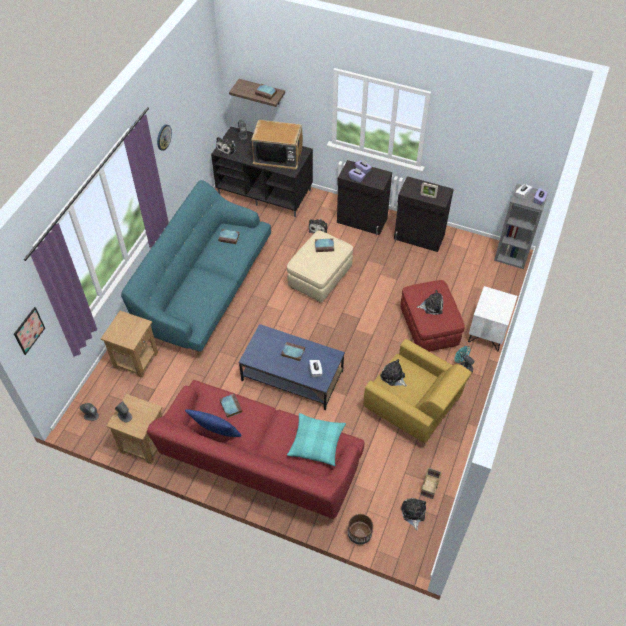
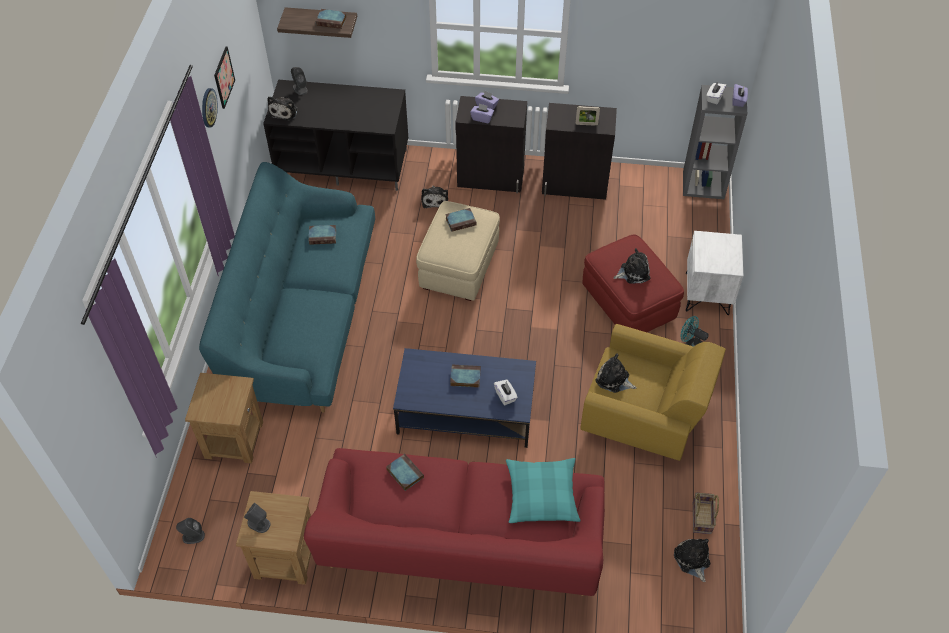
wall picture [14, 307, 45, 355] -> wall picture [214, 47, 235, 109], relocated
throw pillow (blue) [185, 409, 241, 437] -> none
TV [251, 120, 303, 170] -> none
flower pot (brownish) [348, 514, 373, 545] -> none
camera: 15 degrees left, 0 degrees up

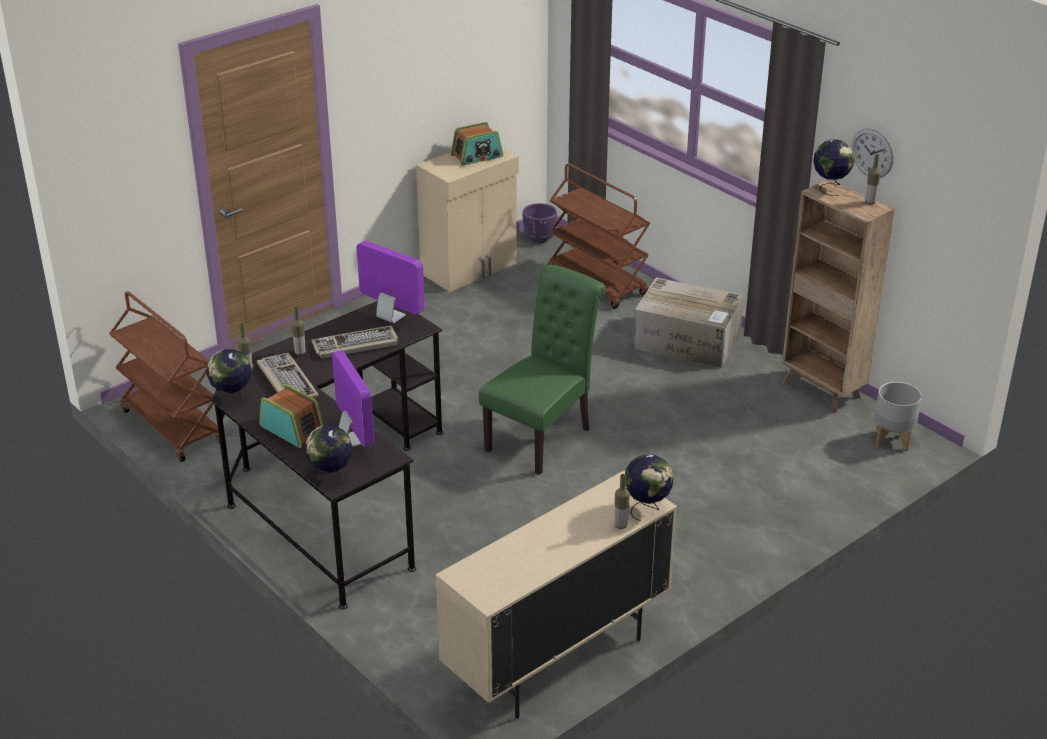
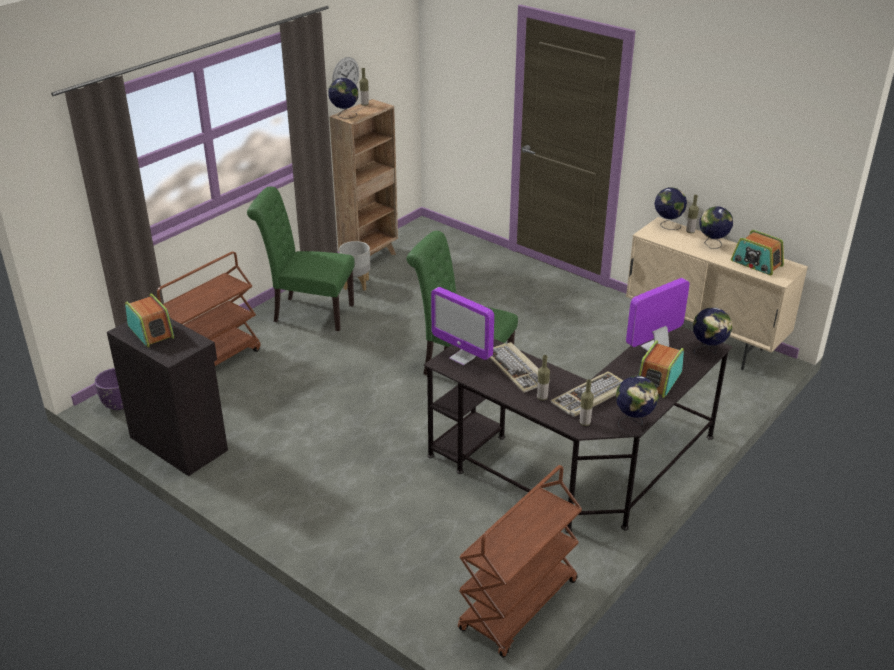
computer screen [357, 241, 425, 323] -> computer screen [431, 287, 494, 365], 75 degrees counterclockwise
cabinet (beige) [416, 148, 519, 292] -> cabinet (black) [107, 318, 228, 476]
carton [633, 277, 744, 368] -> chair (greenish) [247, 186, 355, 331]
flower pot (grey) [875, 382, 922, 452] -> flower pot (grey) [339, 241, 371, 291], relocated
none -> globe [700, 206, 733, 249]
none -> radio [731, 230, 784, 275]
camera: 100 degrees left, 0 degrees up

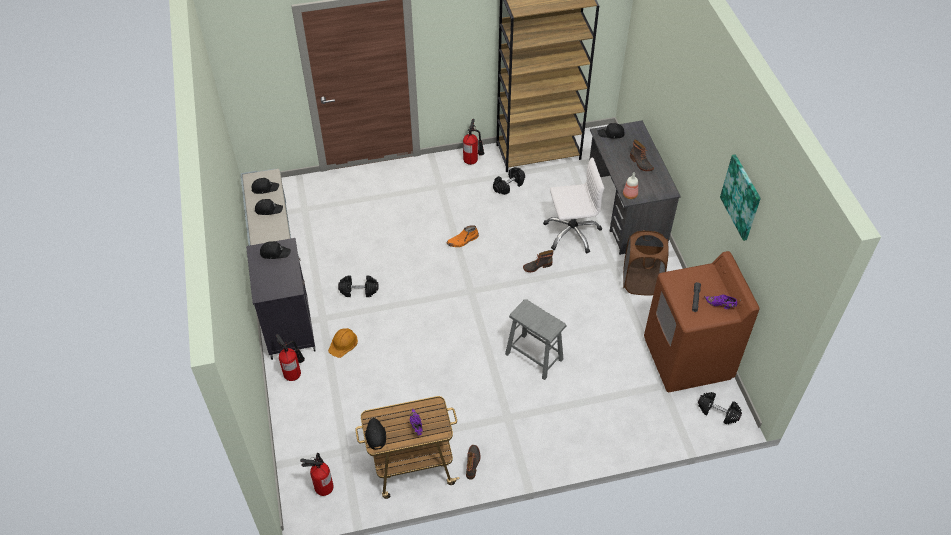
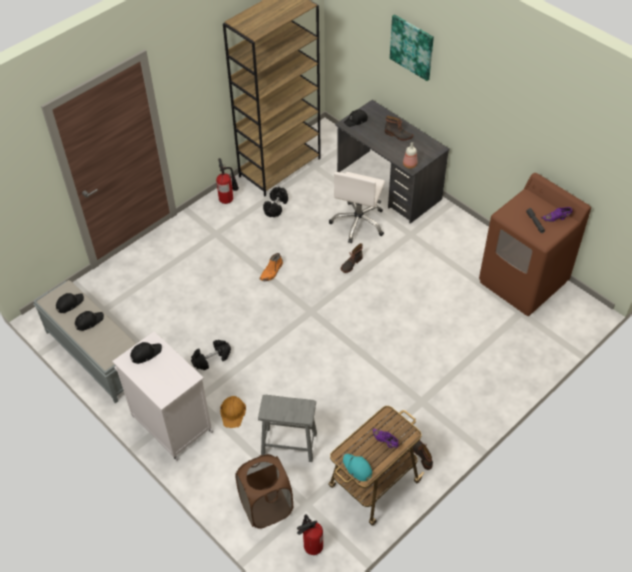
cabinet (black) [246, 238, 316, 360] -> cabinet (white) [112, 331, 213, 461]
fire-fighting cylinder [276, 334, 305, 381] -> none
baseball cap (black) [365, 418, 386, 450] -> baseball cap (turquoise) [343, 454, 372, 481]
stool seat (grey) [505, 299, 566, 380] -> stool seat (grey) [258, 395, 317, 462], relocated
computer chair (white) [543, 158, 604, 254] -> computer chair (white) [329, 172, 385, 244], 150 degrees clockwise
laundry basket (brownish) [623, 230, 668, 296] -> laundry basket (brownish) [235, 454, 293, 529], relocated
free weight (black) [698, 392, 742, 424] -> none
wall picture [720, 154, 761, 241] -> wall picture [390, 14, 434, 81], relocated
camera: 30 degrees left, 0 degrees up

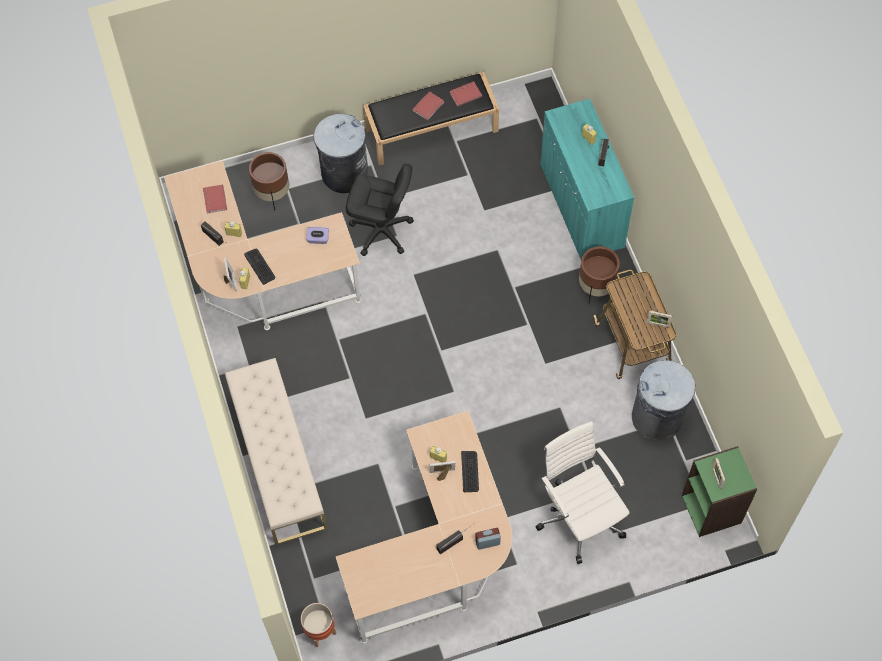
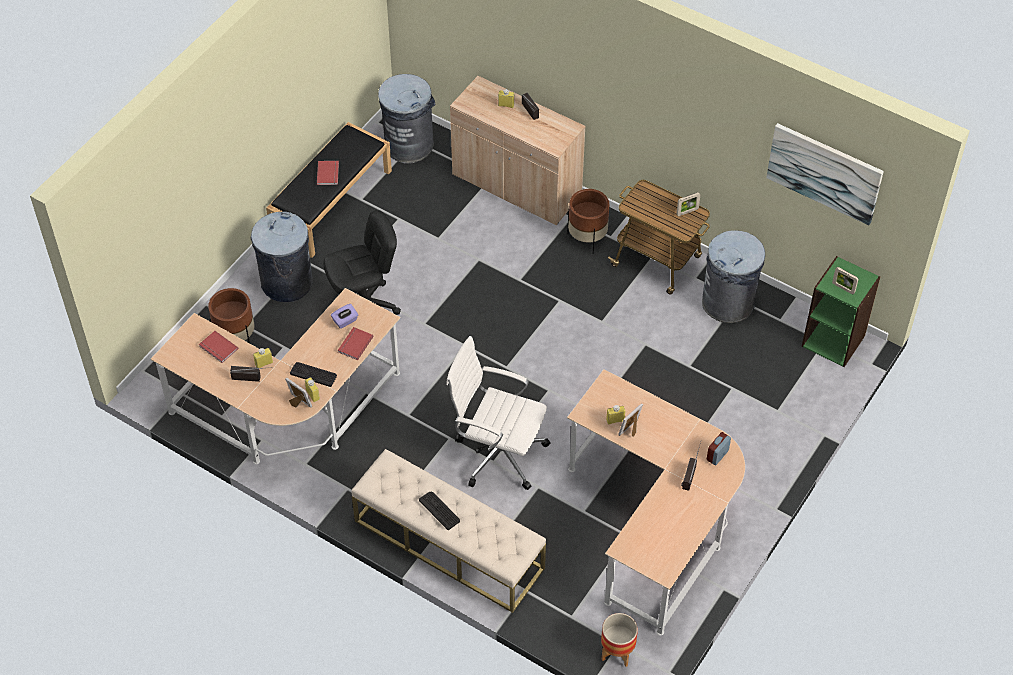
bound book (reddish) [450, 81, 482, 107] -> bound book (reddish) [338, 327, 374, 360], relocated
PC keyboard [461, 451, 479, 492] -> PC keyboard [419, 492, 460, 530], relocated
computer chair (white) [536, 421, 629, 564] -> computer chair (white) [446, 336, 551, 490], relocated
cabinet (turquoise) [540, 99, 634, 259] -> cabinet (beige) [450, 76, 586, 225]
none -> rubbish bin (grey) [378, 74, 436, 164]
none -> wall picture [766, 123, 884, 225]
camera: 40 degrees left, 10 degrees down

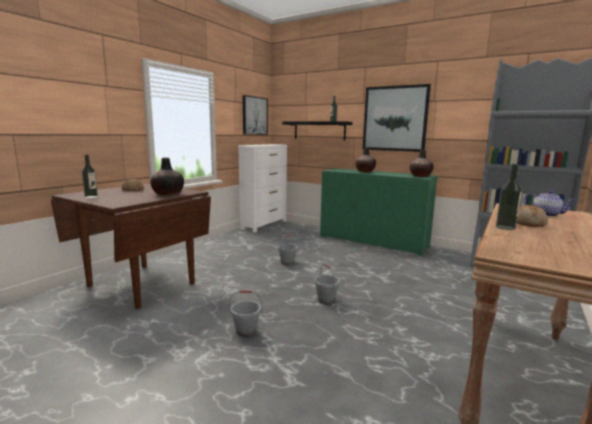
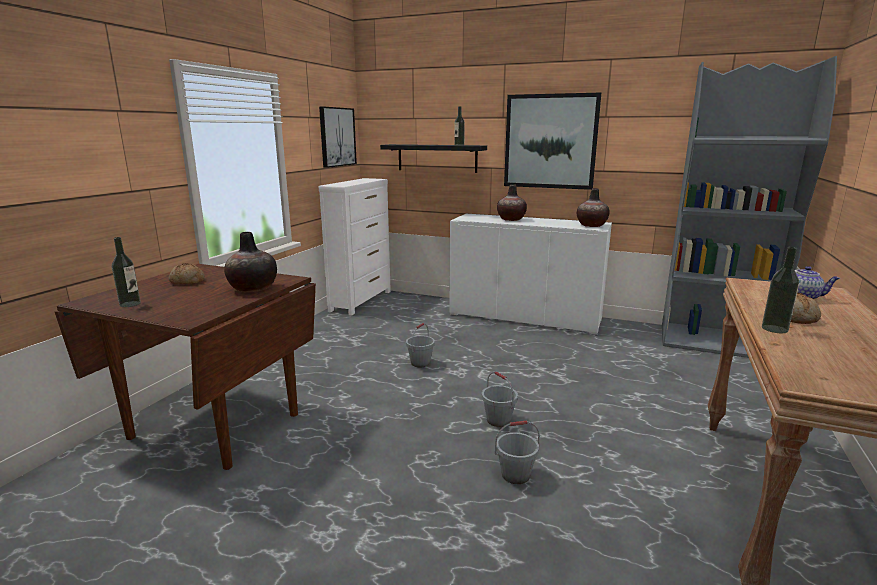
water bucket (grey) [229, 290, 263, 337] -> water bucket (grey) [495, 420, 540, 484], relocated
cabinet (greenish) [320, 168, 438, 256] -> cabinet (white) [449, 214, 612, 335]
camera: 10 degrees left, 5 degrees up

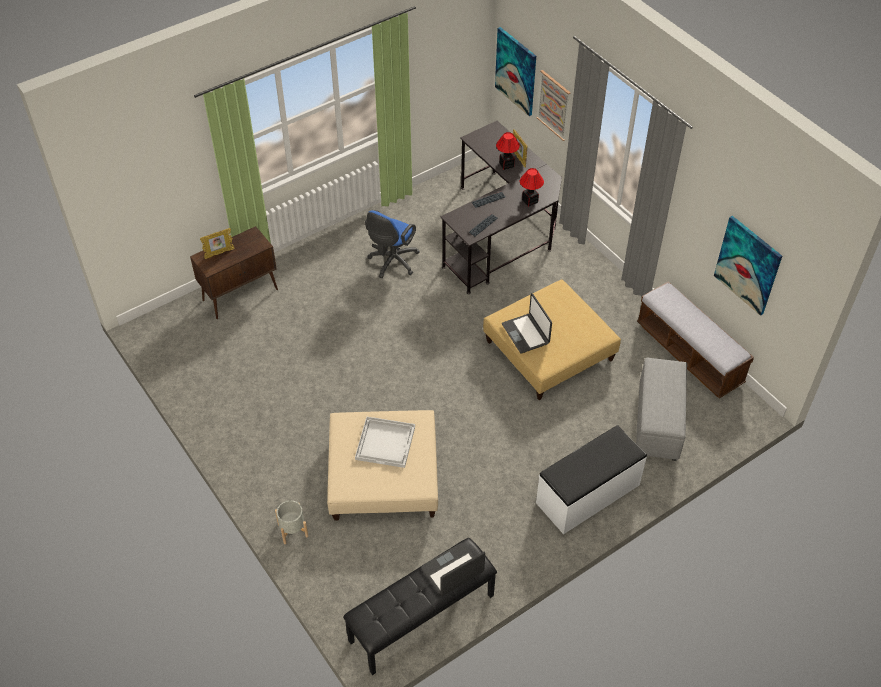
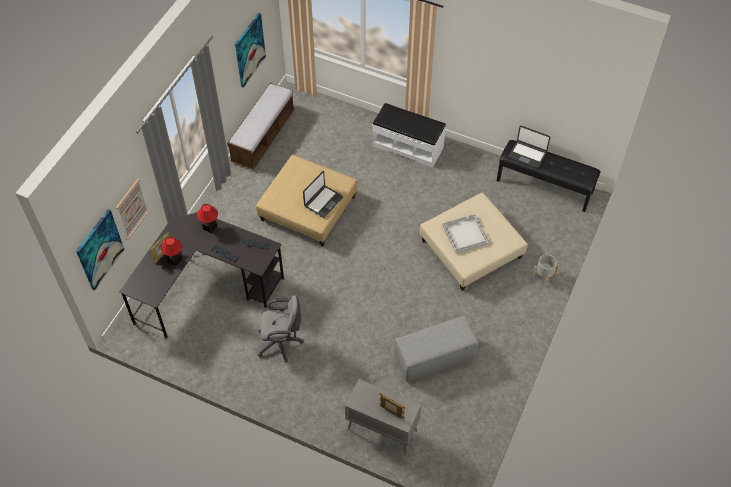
cabinet (brownish) [190, 226, 278, 319] -> cabinet (grey) [345, 379, 422, 455]
computer chair (blue) [365, 210, 420, 278] -> computer chair (grey) [257, 295, 304, 363]
footrest (grey) [636, 358, 687, 461] -> footrest (grey) [394, 316, 478, 382], relocated
camera: 120 degrees left, 5 degrees up

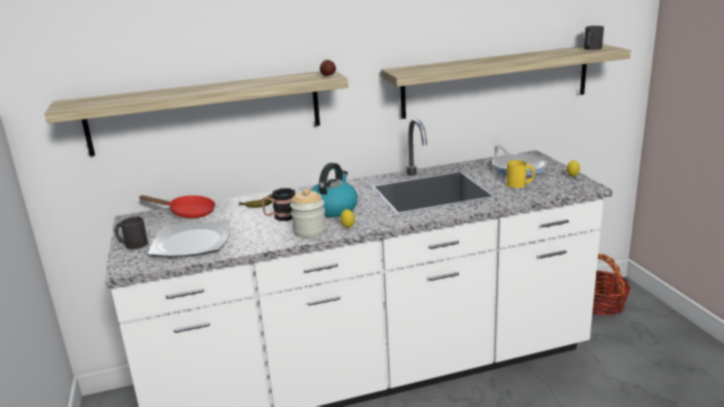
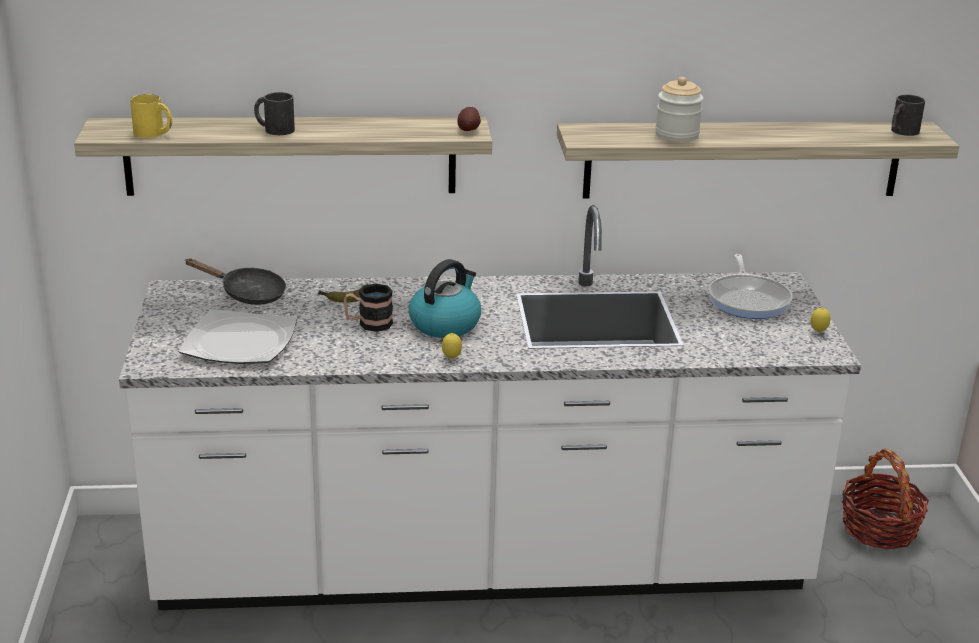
mug (black) [115, 216, 148, 249] -> mug (black) [254, 92, 295, 135], relocated
pan (reddish) [139, 195, 215, 218] -> pan (black) [185, 258, 286, 305]
preserve jar [290, 189, 326, 238] -> preserve jar [655, 77, 703, 142], relocated
mug (yellowish) [507, 160, 535, 188] -> mug (yellowish) [130, 94, 172, 138], relocated
camera: 10 degrees right, 5 degrees up

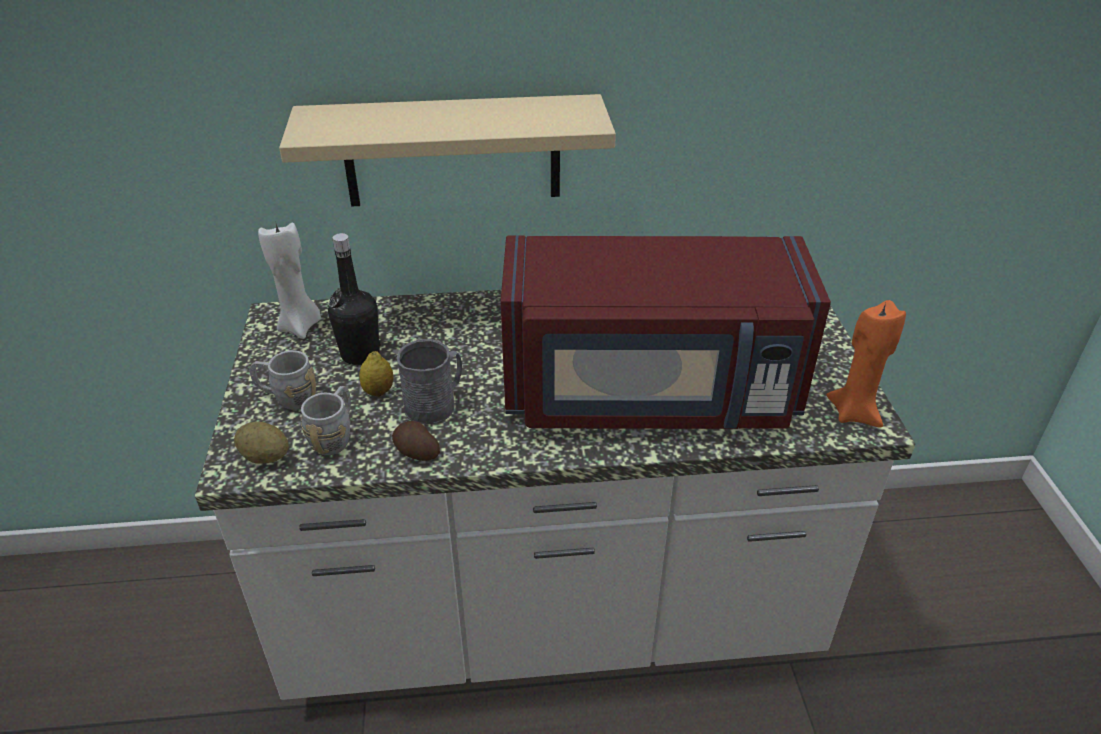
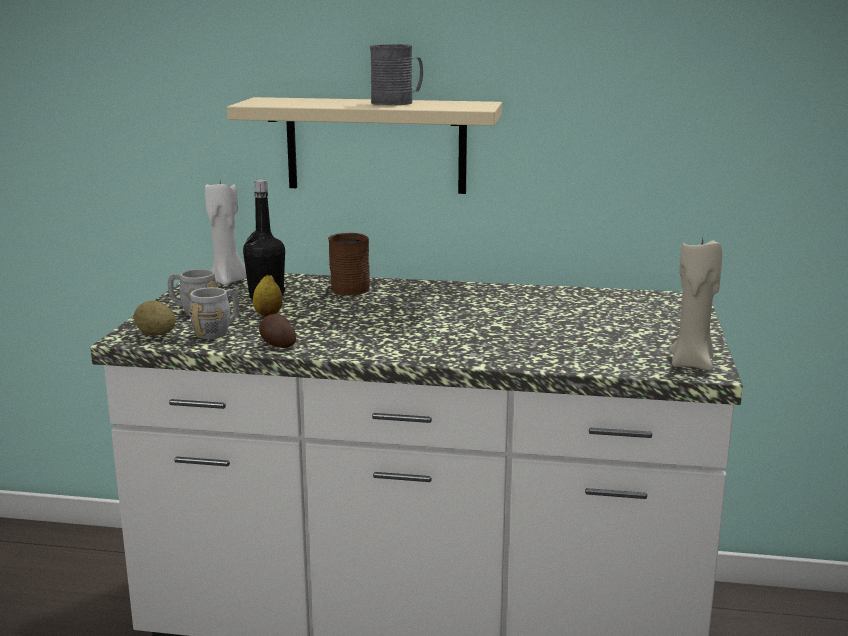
mug (grey) [397, 339, 462, 424] -> mug (grey) [370, 44, 423, 106], relocated
microwave (reddish) [501, 236, 831, 429] -> none
wax candle (orange) [826, 300, 906, 428] -> wax candle (beige) [669, 238, 722, 371]
none -> mug (brownish) [328, 233, 370, 296]
camera: 15 degrees right, 20 degrees down

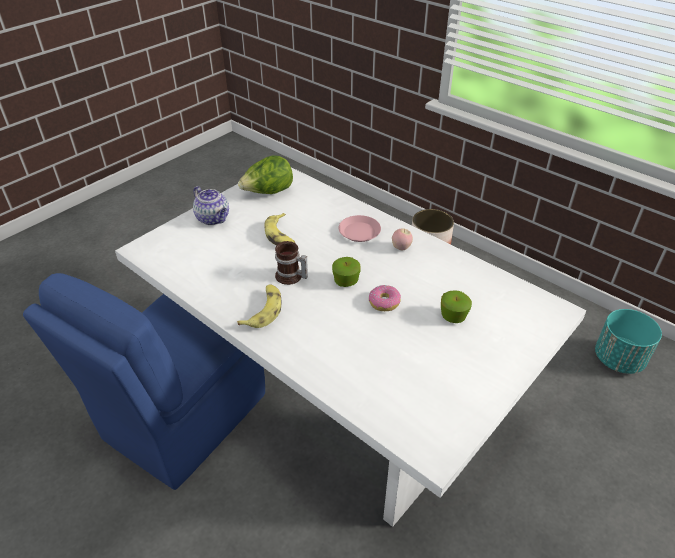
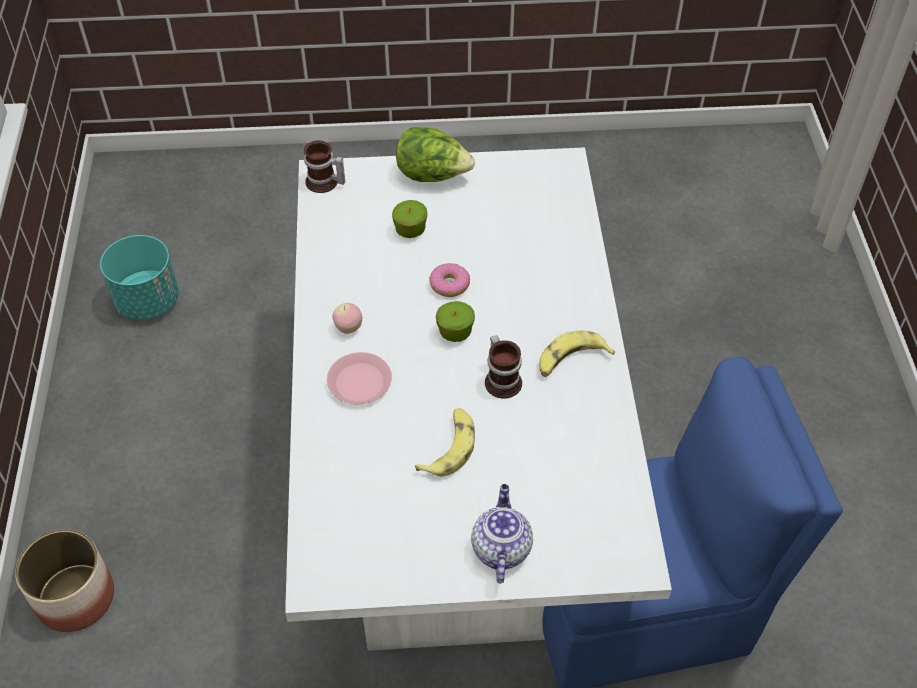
head of lettuce [238, 156, 293, 194] -> head of lettuce [396, 127, 475, 182], relocated
none -> mug [304, 140, 345, 193]
camera: 135 degrees left, 10 degrees up

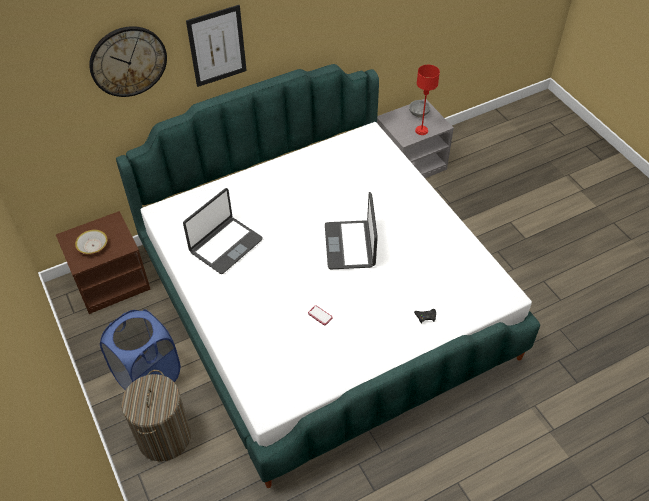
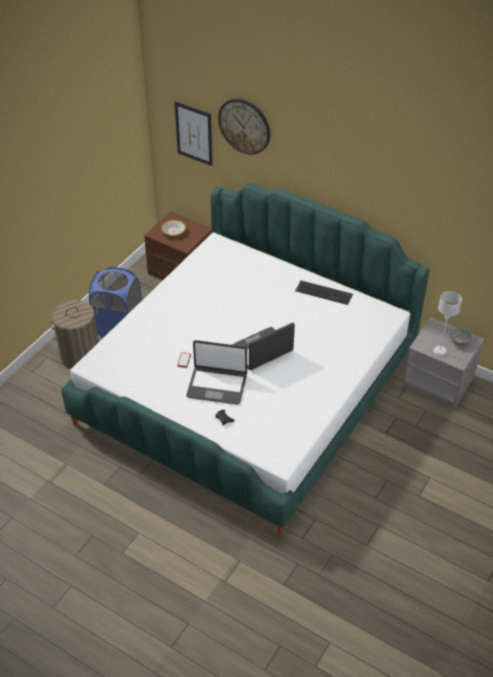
portable computer [183, 188, 263, 274] -> portable computer [186, 340, 247, 405], relocated
wall picture [186, 5, 247, 87] -> wall picture [175, 101, 213, 166], relocated
tabletop lamp (reddish) [415, 65, 440, 135] -> tabletop lamp (grey) [433, 291, 462, 356]
none -> PC keyboard [295, 280, 353, 305]
camera: 60 degrees right, 5 degrees down

